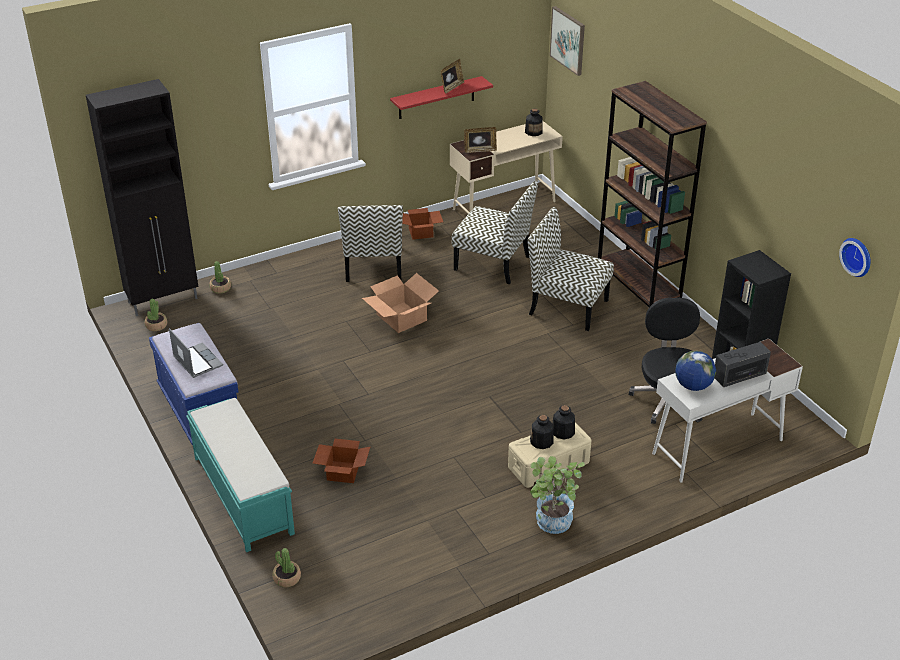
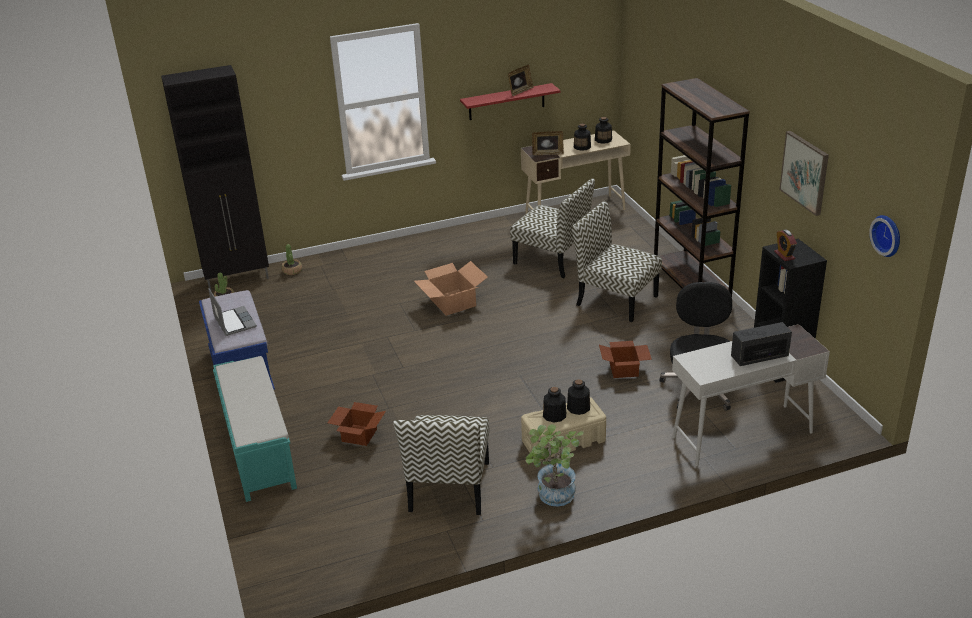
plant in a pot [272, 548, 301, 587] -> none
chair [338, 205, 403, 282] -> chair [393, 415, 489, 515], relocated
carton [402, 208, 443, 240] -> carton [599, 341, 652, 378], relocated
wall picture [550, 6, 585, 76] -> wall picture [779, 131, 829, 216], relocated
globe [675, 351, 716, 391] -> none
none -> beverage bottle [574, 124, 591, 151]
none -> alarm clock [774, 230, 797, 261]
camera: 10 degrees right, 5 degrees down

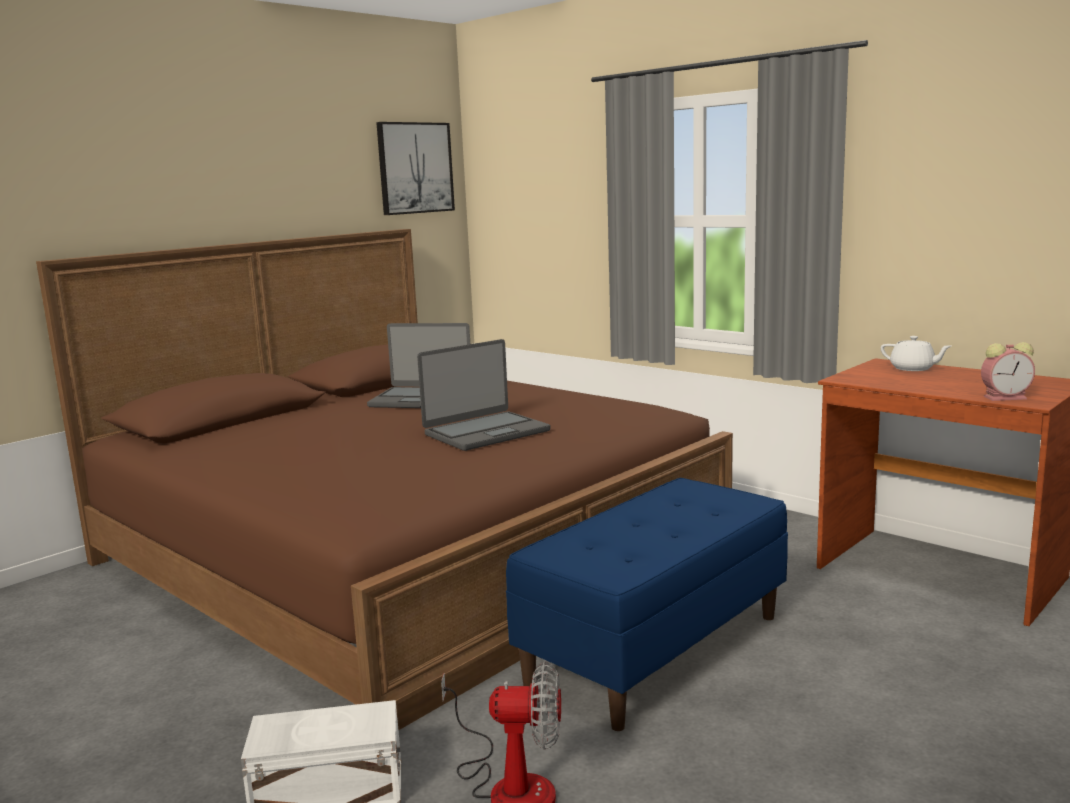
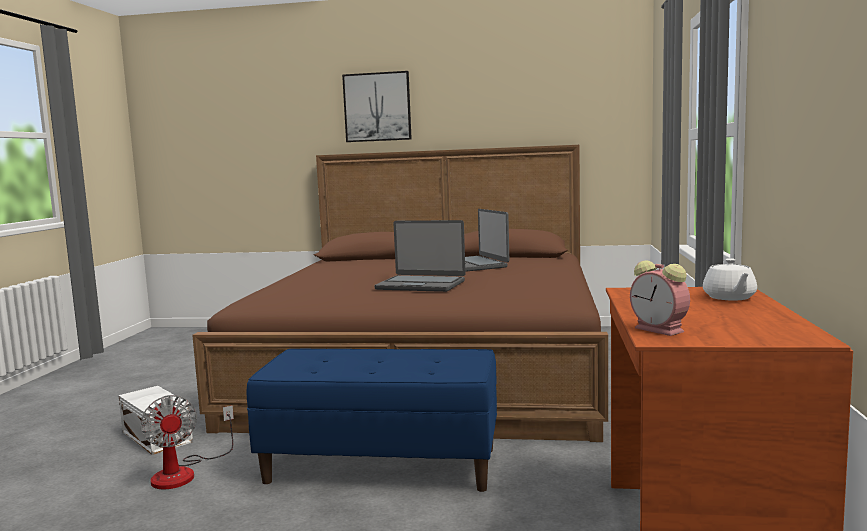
wall picture [376, 122, 455, 215] -> wall picture [342, 71, 412, 142], relocated
camera: 55 degrees right, 5 degrees down

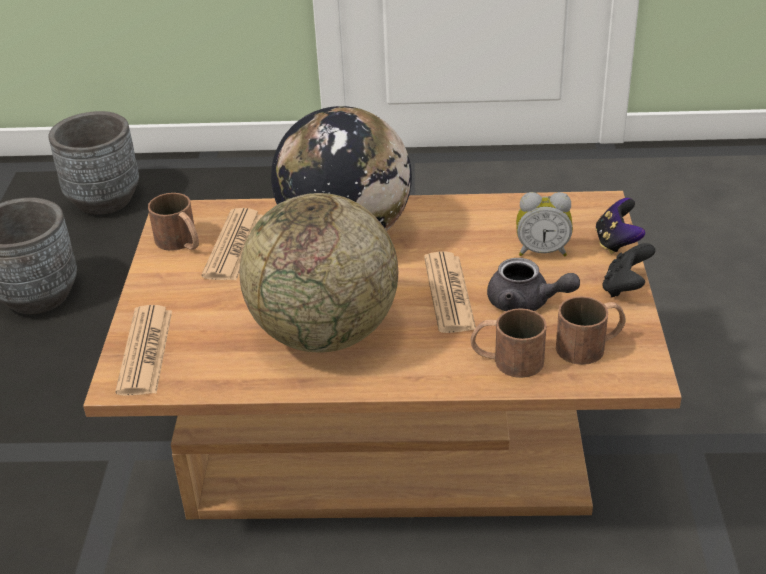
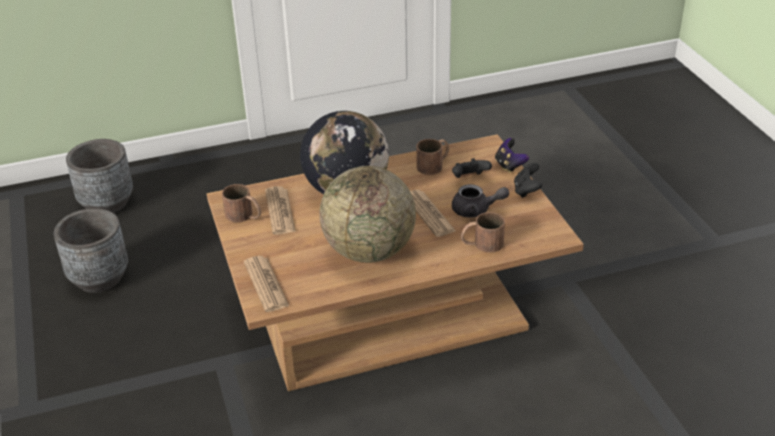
alarm clock [516, 192, 573, 257] -> gamepad (black) [452, 158, 492, 178]
mug (brownish) [556, 296, 625, 365] -> mug (brownish) [416, 139, 449, 175], relocated
camera: 20 degrees left, 0 degrees up

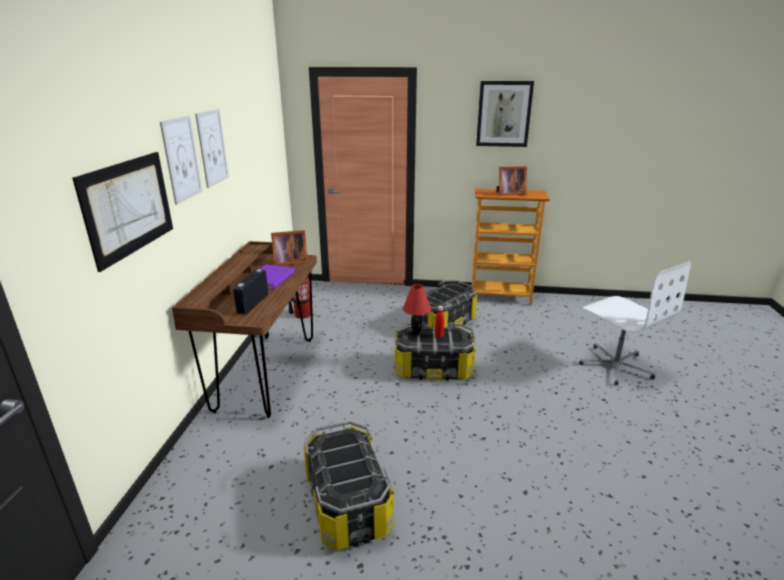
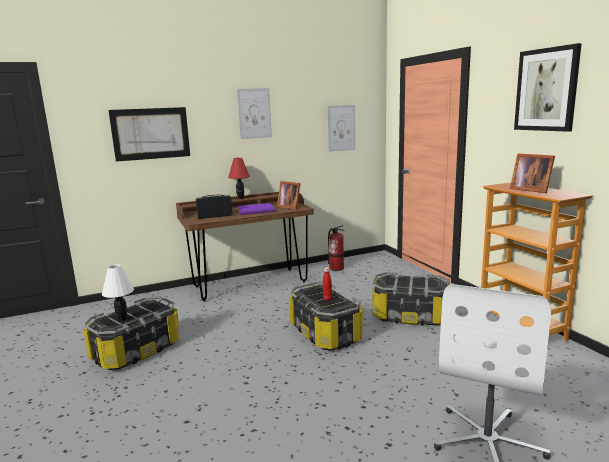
wall picture [160, 116, 202, 205] -> wall picture [327, 105, 355, 152], relocated
tabletop lamp (reddish) [403, 284, 431, 336] -> tabletop lamp (reddish) [228, 158, 250, 199], relocated
none -> tabletop lamp (white) [102, 264, 134, 322]
camera: 60 degrees right, 10 degrees down

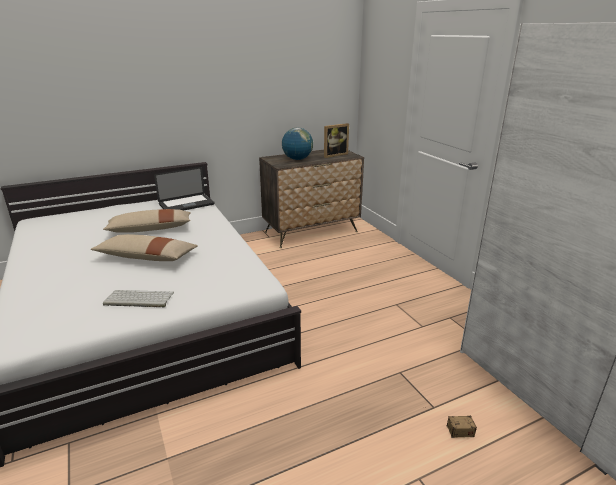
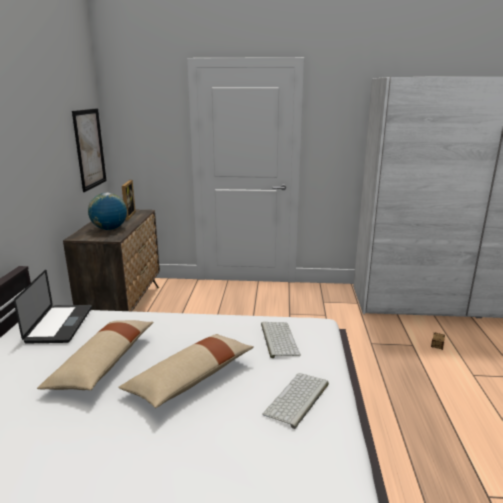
none -> wall picture [72, 108, 107, 192]
none -> PC keyboard [261, 322, 301, 358]
camera: 60 degrees left, 5 degrees down

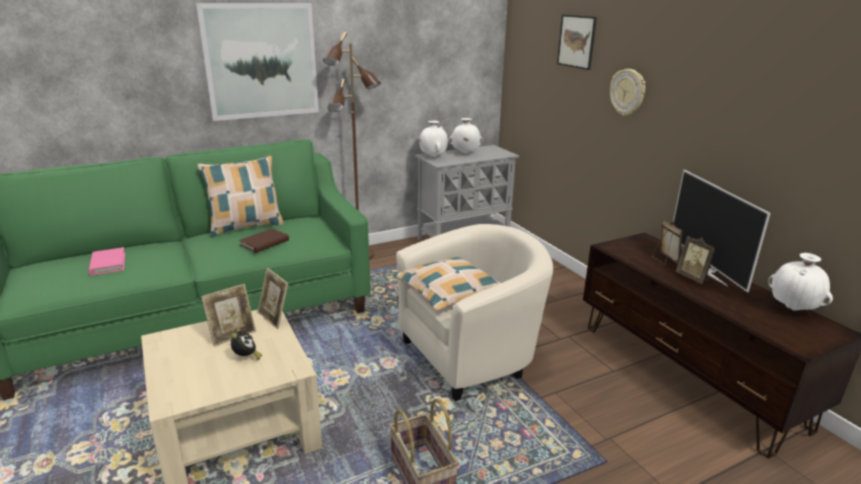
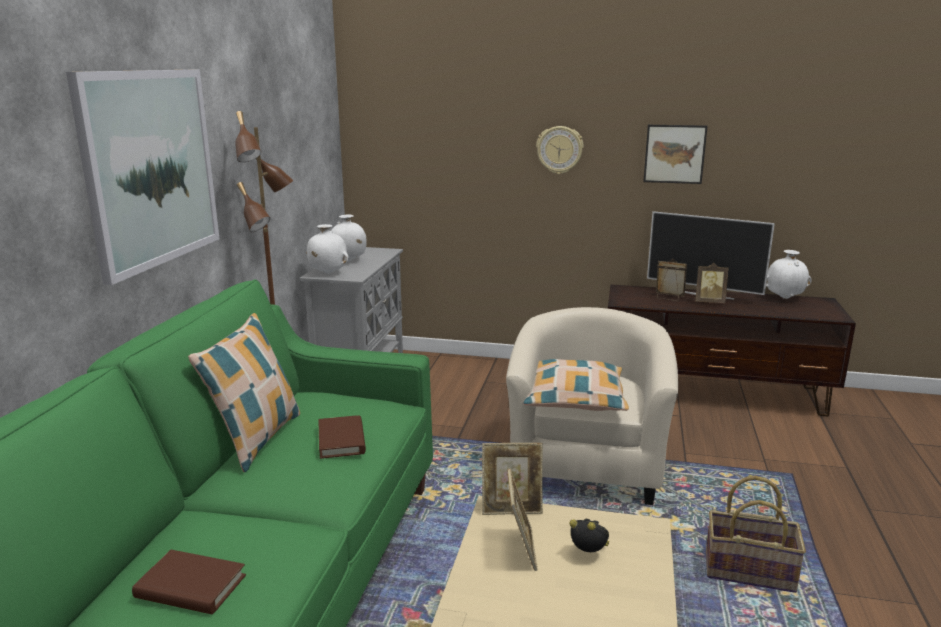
bound book (pink-coloured) [89, 247, 125, 276] -> bound book (brownish) [132, 550, 246, 614]
wall picture [557, 15, 597, 70] -> wall picture [643, 125, 708, 184], relocated
camera: 50 degrees left, 5 degrees down

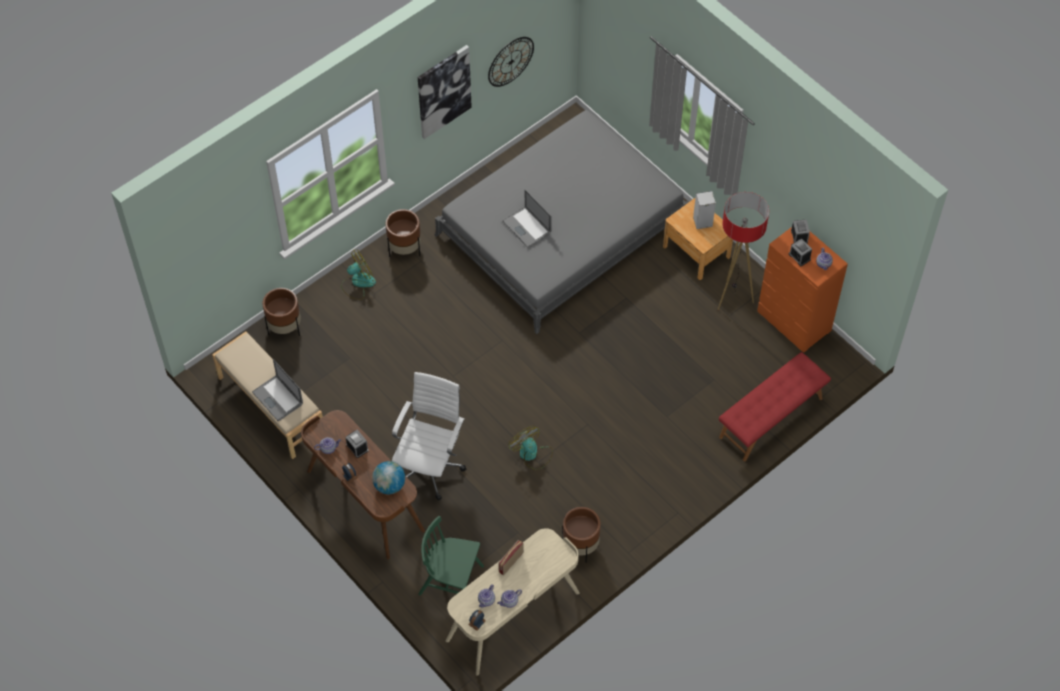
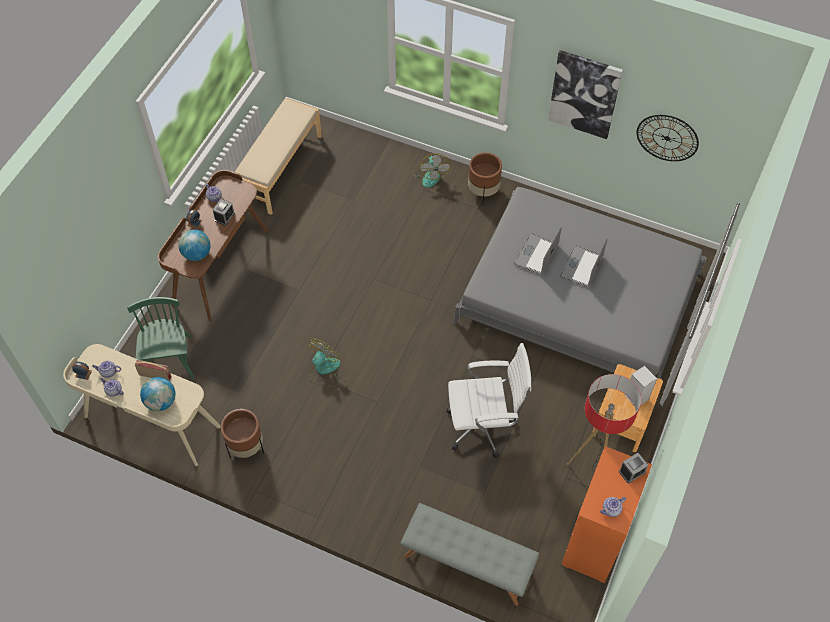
portable computer [252, 359, 303, 421] -> portable computer [560, 238, 607, 288], relocated
flower pot (brownish) [262, 288, 301, 336] -> none
fan [341, 249, 376, 300] -> fan [412, 153, 451, 188], 45 degrees clockwise
computer chair (white) [392, 372, 466, 501] -> computer chair (white) [447, 343, 531, 458], relocated
long seat (reddish) [719, 352, 831, 461] -> long seat (grey) [400, 503, 539, 606]
alarm clock [789, 239, 812, 266] -> none
none -> globe [140, 377, 175, 411]
camera: 65 degrees right, 0 degrees up

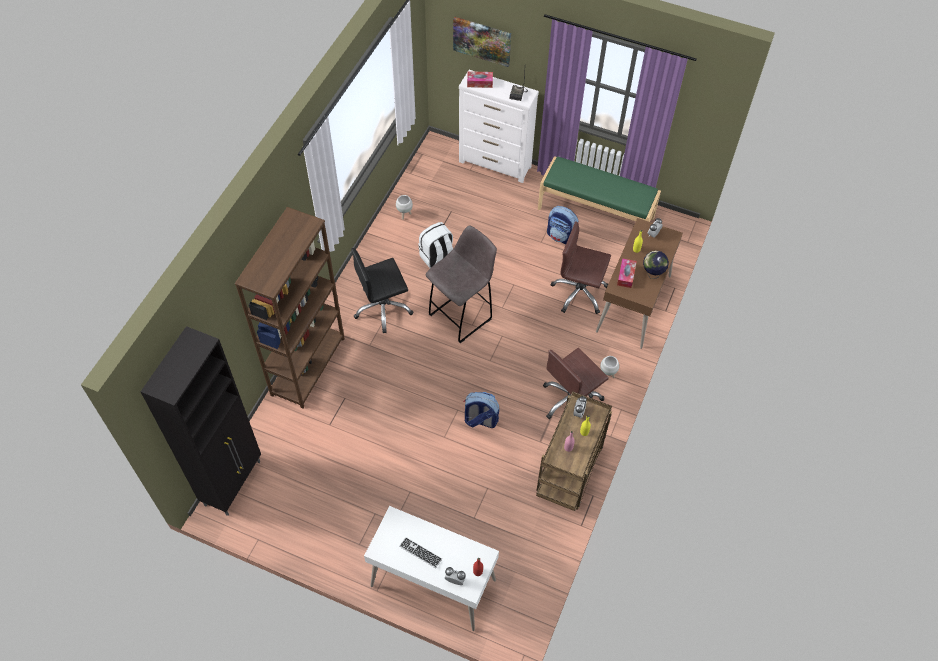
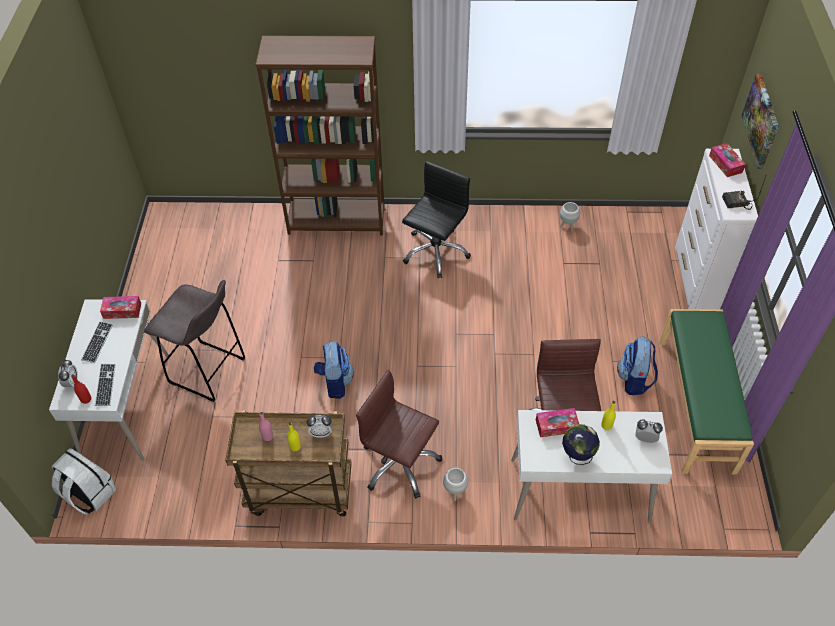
cabinet (black) [141, 326, 261, 516] -> none
computer chair (black) [351, 248, 413, 333] -> computer chair (black) [402, 161, 471, 278], 75 degrees clockwise
rucksack (white) [418, 222, 453, 268] -> rucksack (white) [52, 448, 116, 515], relocated
stool seat (grey) [426, 226, 497, 343] -> stool seat (grey) [144, 280, 246, 402], relocated
desk table (brownish) [596, 218, 683, 349] -> desk table (white) [511, 410, 672, 523]
none -> PC keyboard [95, 364, 116, 406]
none -> tissue box [100, 296, 141, 319]
camera: 70 degrees right, 5 degrees down

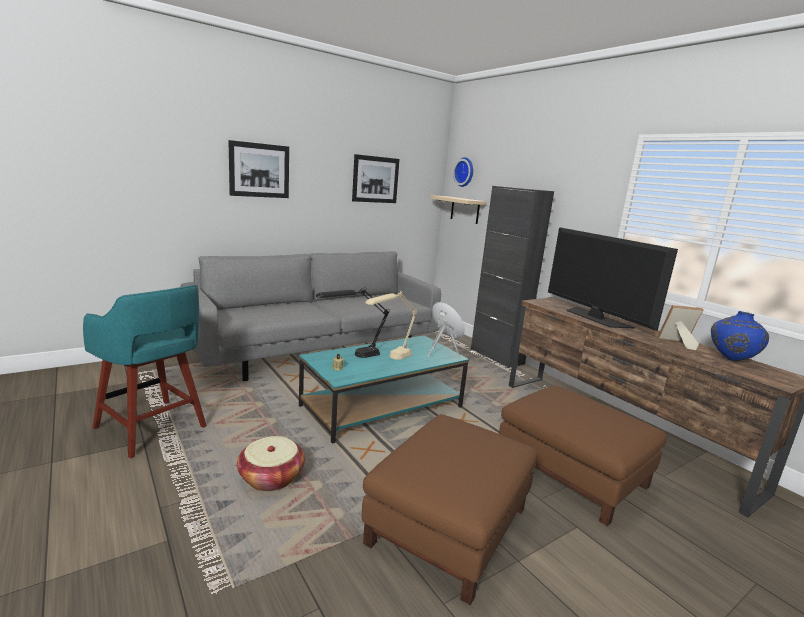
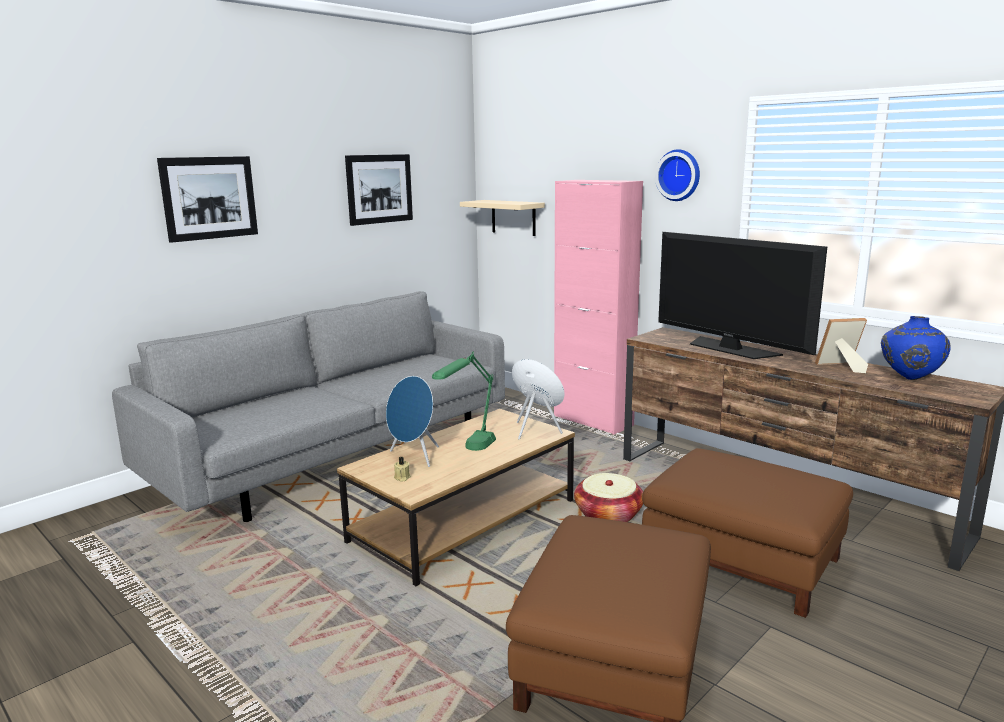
stool seat (turquoise) [83, 285, 207, 458] -> none
household basket [237, 436, 305, 491] -> household basket [574, 473, 643, 522], relocated
coffee table (turquoise) [299, 335, 469, 444] -> coffee table (brownish) [337, 409, 575, 586]
tabletop lamp (black) [316, 288, 390, 358] -> loudspeaker (blue) [386, 376, 439, 467]
tabletop lamp (beige) [365, 290, 417, 360] -> tabletop lamp (greenish) [432, 351, 496, 451]
wall clock [453, 157, 473, 187] -> wall clock [655, 149, 700, 201], relocated
cabinet (black) [471, 186, 554, 368] -> cabinet (pink-coloured) [554, 180, 643, 435]
camera: 10 degrees left, 0 degrees up

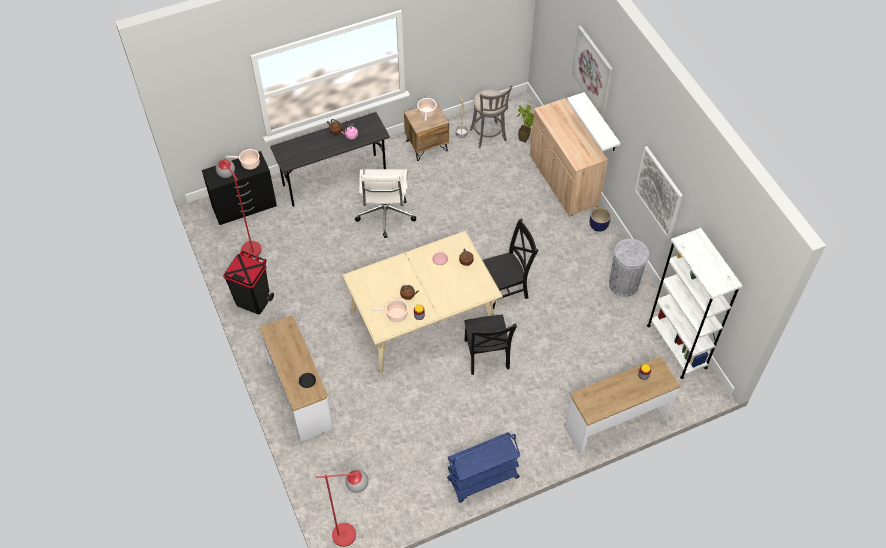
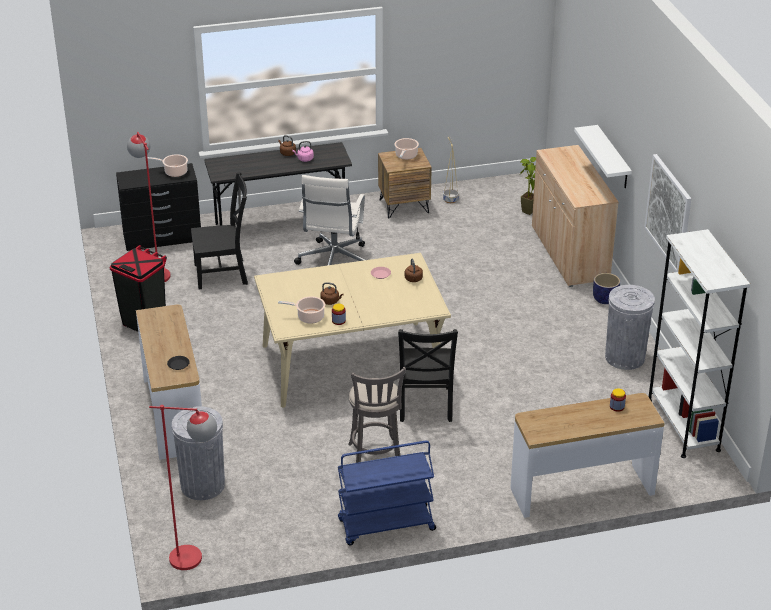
stool seat (grey) [470, 85, 512, 148] -> stool seat (grey) [348, 367, 406, 463], relocated
chair (black) [483, 219, 538, 309] -> chair (black) [191, 172, 248, 289], relocated
wall picture [572, 26, 613, 116] -> none
none -> rubbish bin (grey) [172, 406, 225, 500]
camera: 10 degrees right, 20 degrees down

